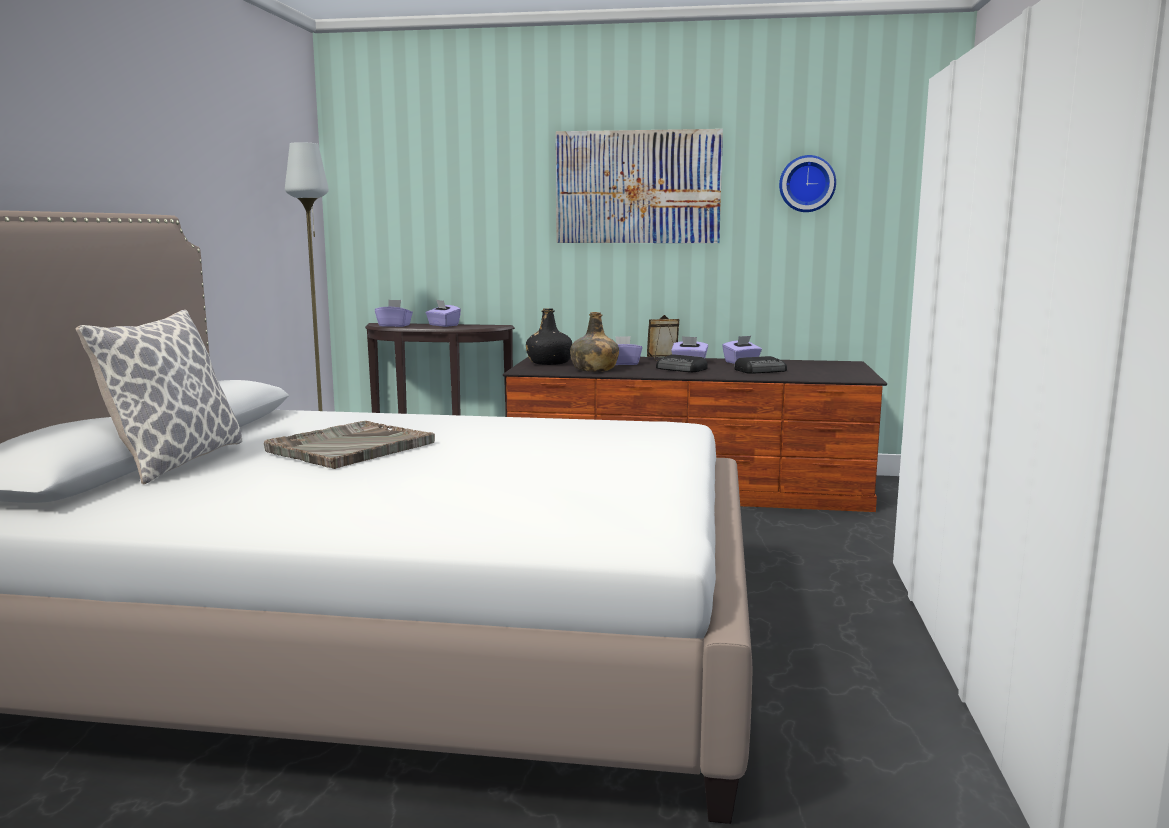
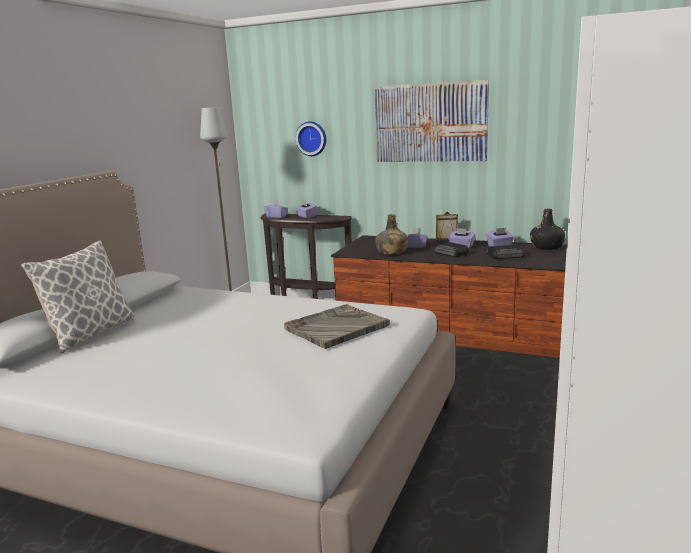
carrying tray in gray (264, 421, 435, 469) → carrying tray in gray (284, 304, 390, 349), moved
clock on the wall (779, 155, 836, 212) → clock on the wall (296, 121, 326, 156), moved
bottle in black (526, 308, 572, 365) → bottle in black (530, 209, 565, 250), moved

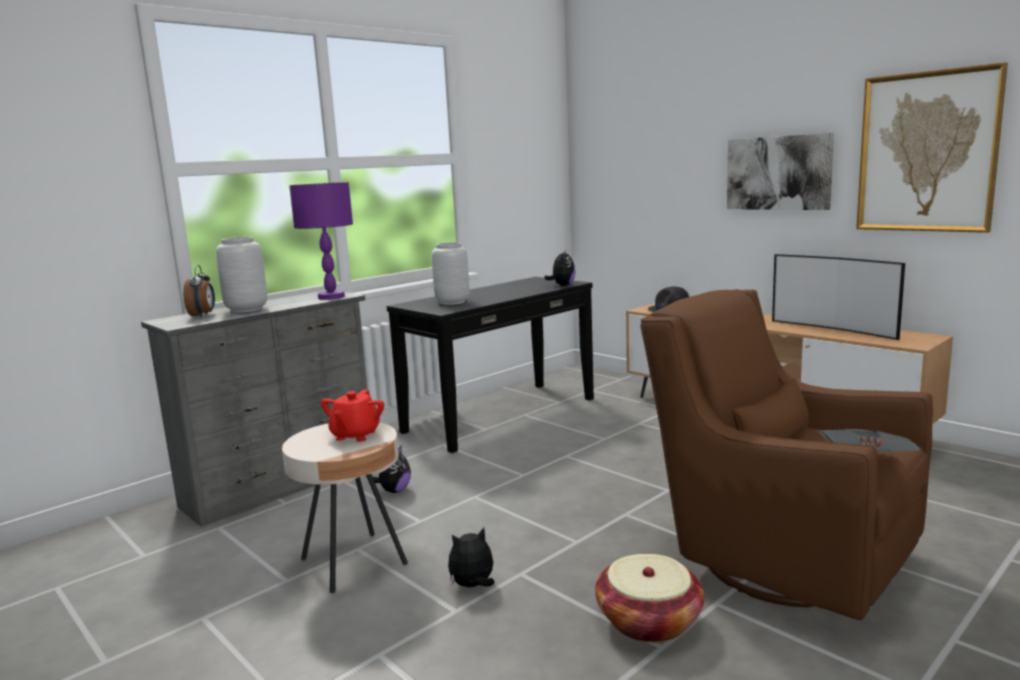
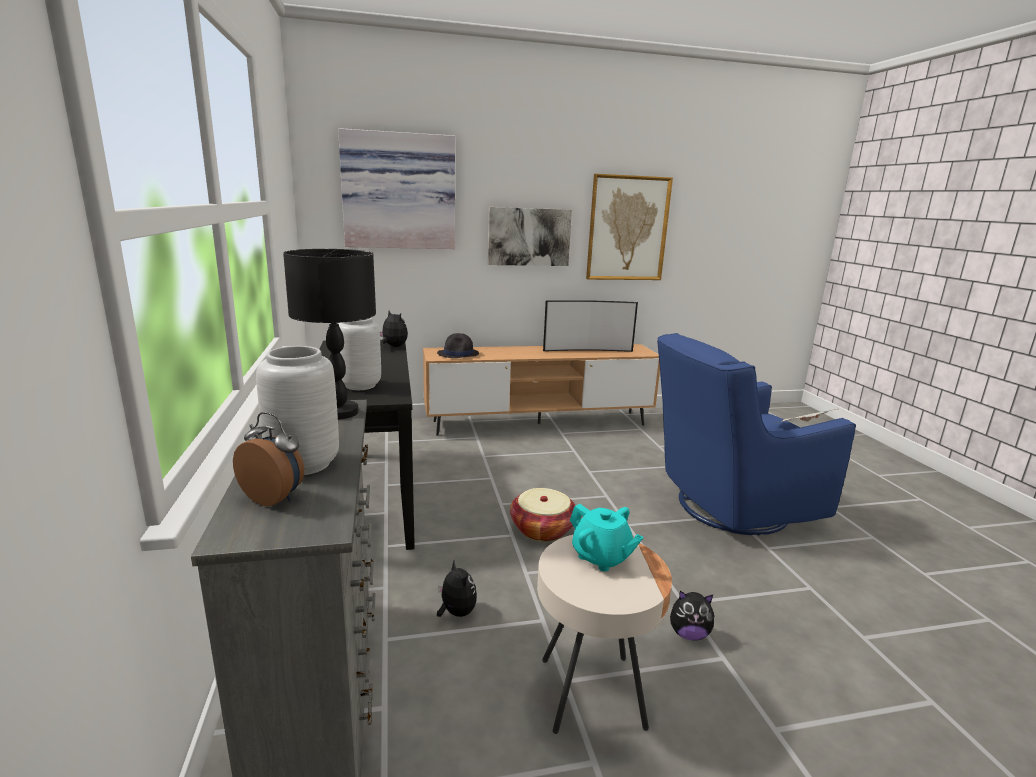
table lamp in purplish (289, 182, 353, 300) → table lamp in black (283, 249, 376, 419)
- → wall picture (338, 128, 455, 249)
storage basket (595, 554, 704, 643) → storage basket (510, 488, 576, 542), moved
tea pot in red-coloured (321, 390, 384, 442) → tea pot in blue-green (570, 504, 644, 572)
lounge chair in brown (640, 289, 933, 620) → lounge chair in blue-coloured (657, 333, 856, 535)
plush toy (448, 527, 495, 587) → plush toy (670, 591, 715, 641), 90 degrees counterclockwise

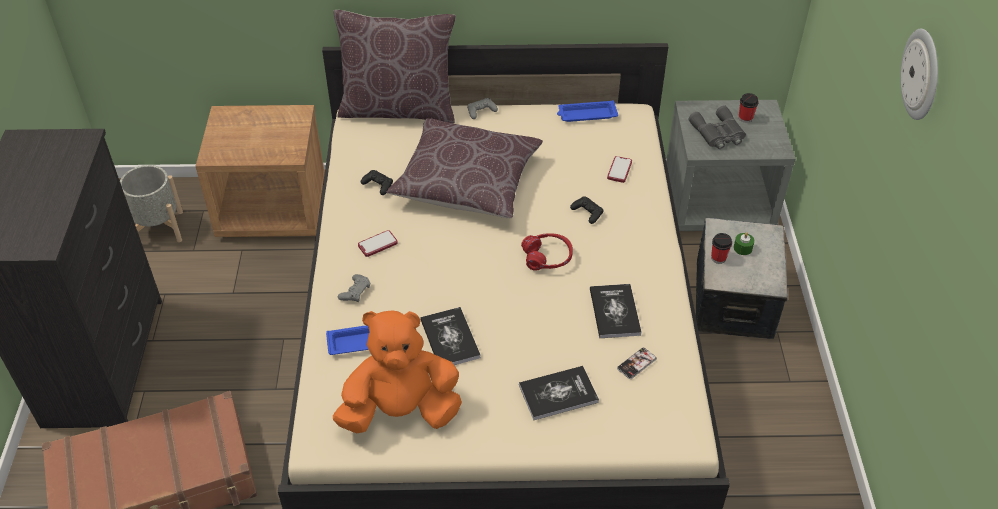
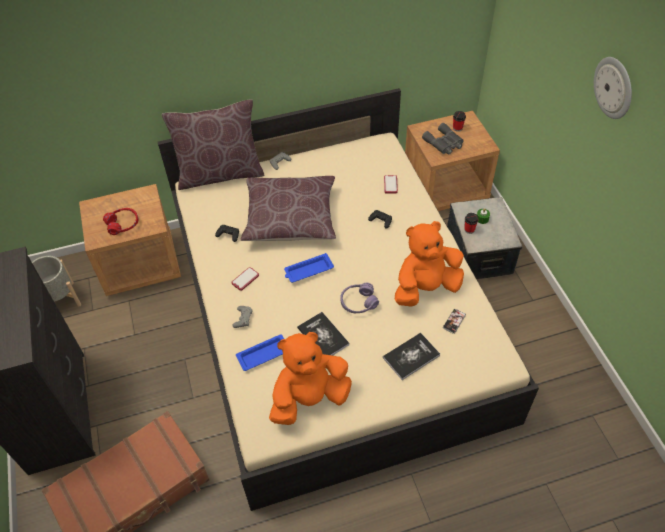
pair of headphones in red-coloured (521, 233, 573, 271) → pair of headphones in red-coloured (103, 208, 139, 235), moved
carrying tray in blue-coloured (557, 100, 618, 122) → carrying tray in blue-coloured (284, 253, 334, 283), moved
- → pair of headphones in purplish (340, 283, 379, 313)
volume (590, 284, 642, 338) → plush toy in orange (395, 221, 464, 307)
bedside table in gray (666, 100, 795, 231) → bedside table in brown (405, 111, 500, 211)

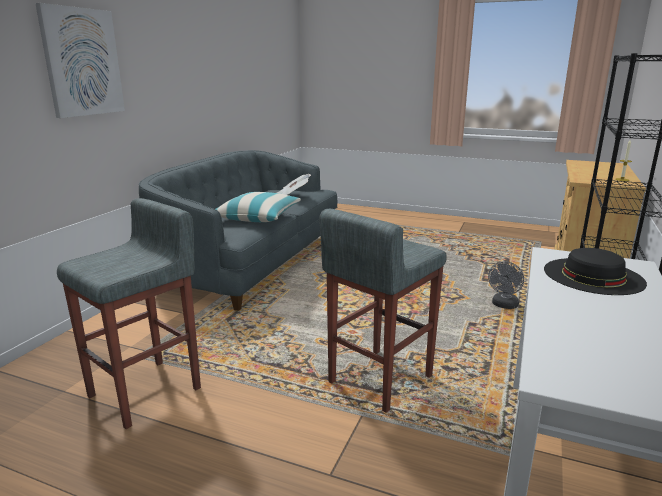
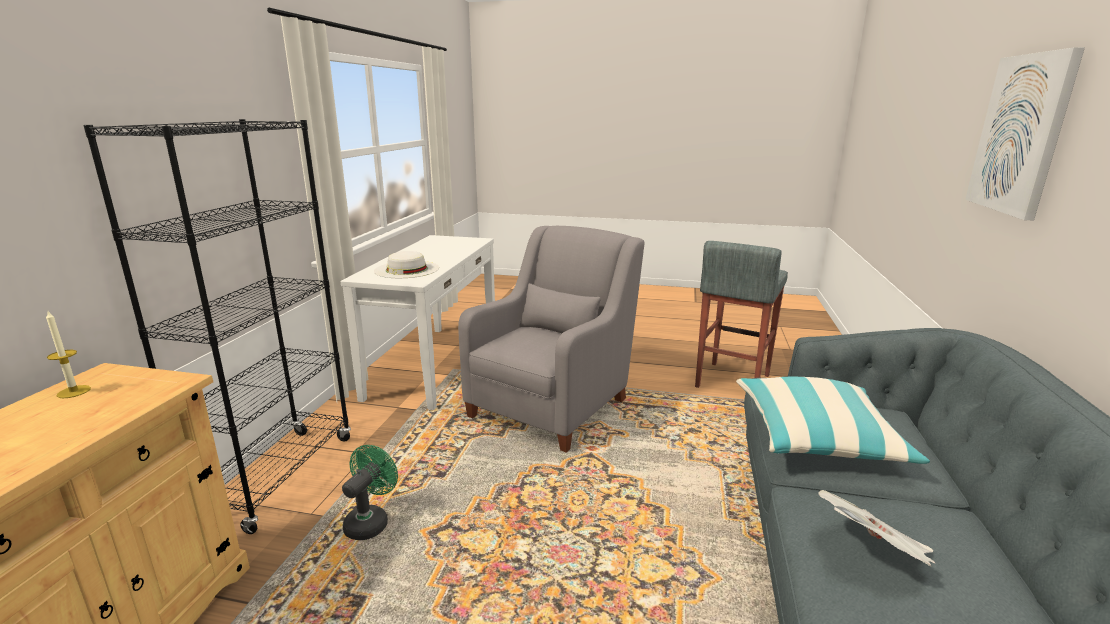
electric fan in gray (488, 261, 524, 309) → electric fan in green-coloured (342, 445, 398, 540)
hat in black (544, 248, 647, 295) → hat in whitish (374, 251, 439, 278)
stool in gray (319, 209, 447, 413) → lounge chair in gray (458, 226, 644, 453)

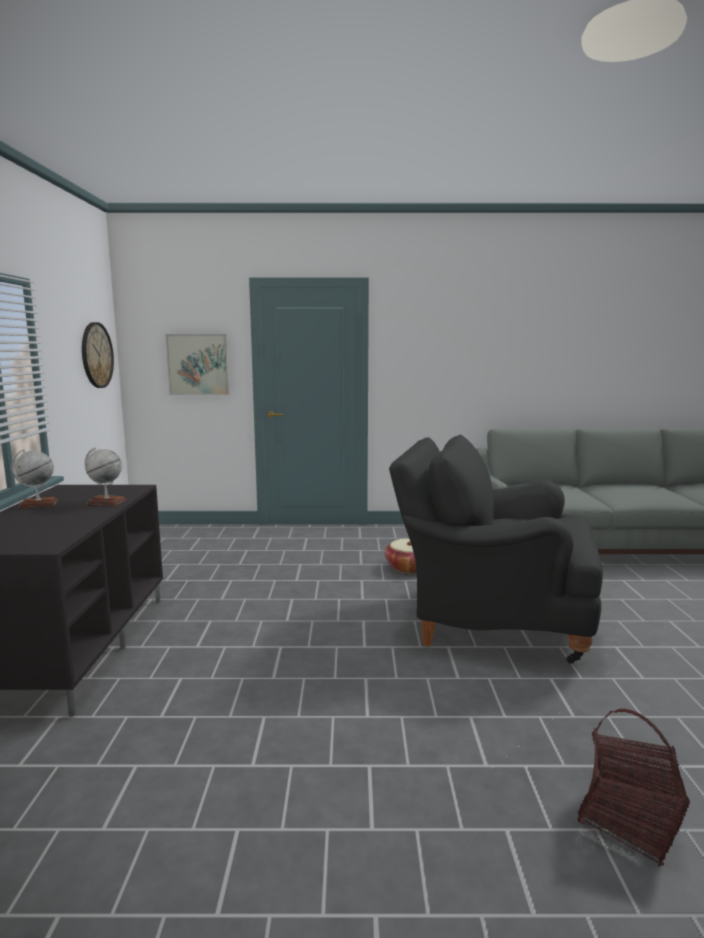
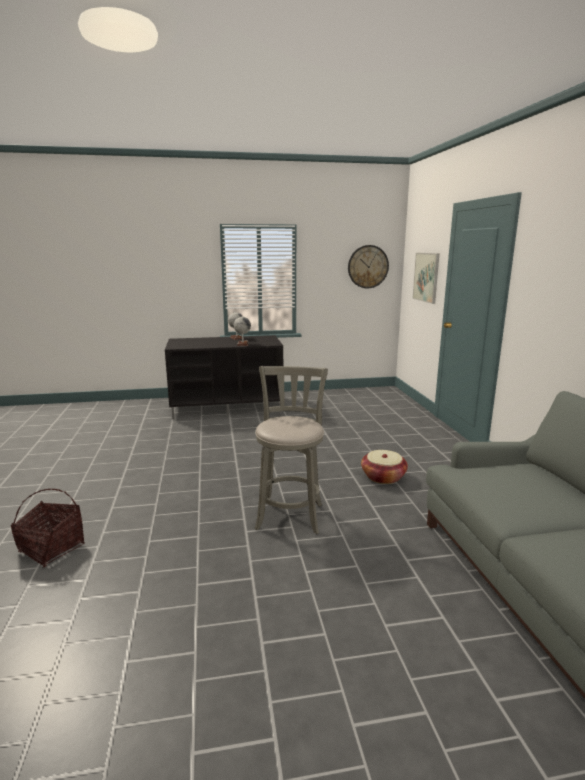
lounge chair in black (389, 434, 603, 664) → stool in gray (255, 366, 328, 534)

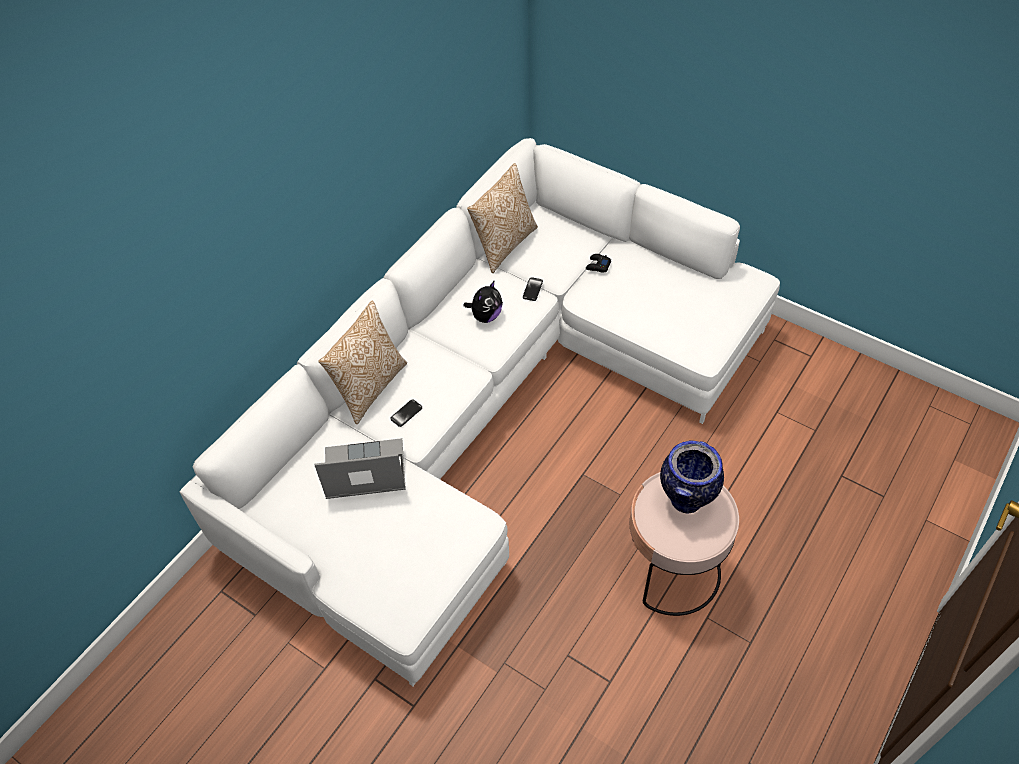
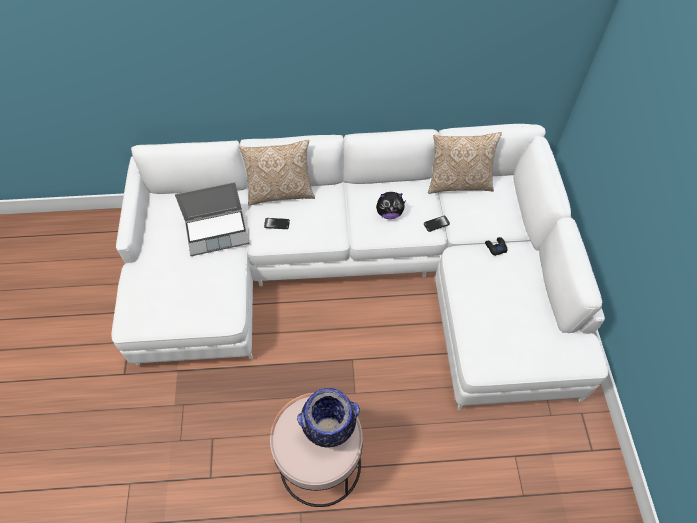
portable computer (314, 438, 406, 499) → portable computer (175, 182, 249, 256), 120 degrees clockwise

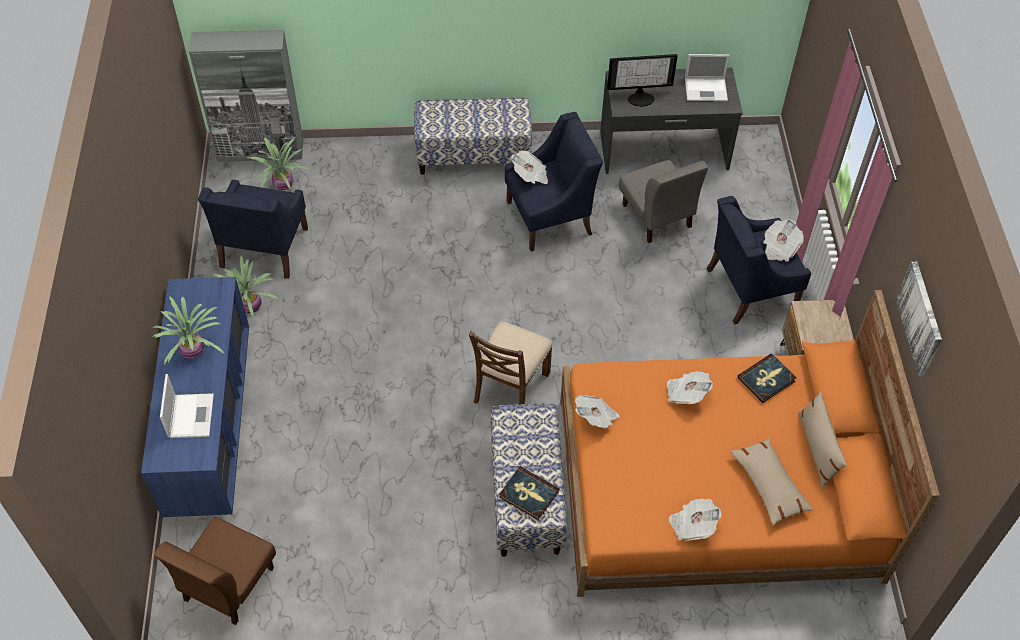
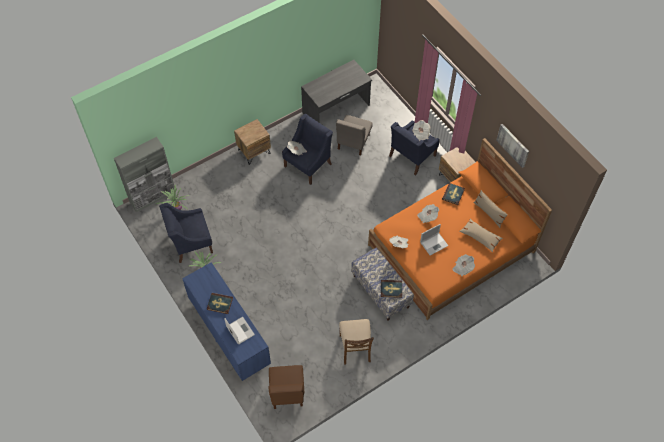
lounge chair in blue-coloured (198, 180, 308, 279) → lounge chair in blue-coloured (159, 203, 213, 263), 90 degrees clockwise
plant in a pot (152, 296, 225, 364) → volume (207, 293, 233, 314)
bench (414, 97, 532, 175) → bedside table in brown (234, 119, 271, 165)
upright chair in gray (619, 160, 708, 243) → upright chair in gray (336, 115, 373, 155), 75 degrees clockwise
upright chair in brown (469, 321, 553, 404) → upright chair in brown (339, 319, 374, 365), moved
portable computer (685, 54, 729, 101) → portable computer (420, 224, 449, 256), moved
computer screen (607, 54, 678, 107) → -

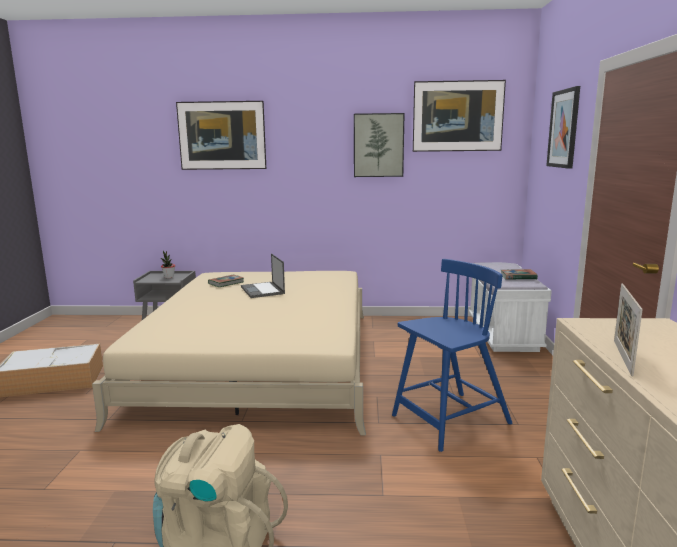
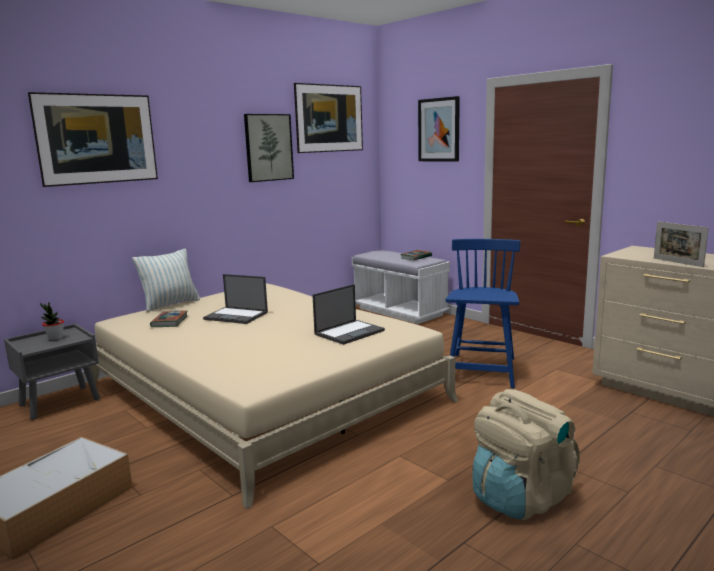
- → pillow (133, 249, 200, 312)
- → portable computer (312, 284, 385, 345)

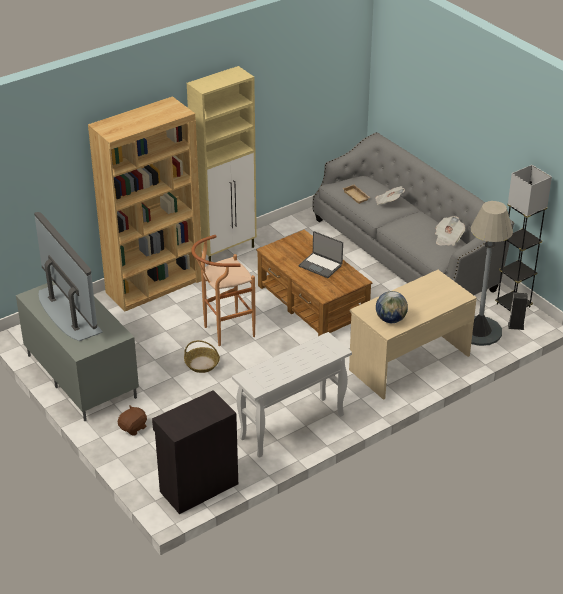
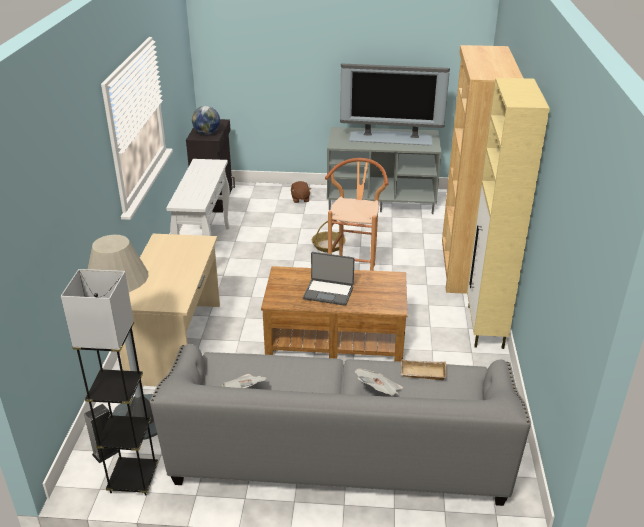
world globe (376, 291, 408, 323) → world globe (192, 106, 220, 135), moved
portable computer (299, 231, 343, 278) → portable computer (303, 252, 354, 306), 150 degrees counterclockwise

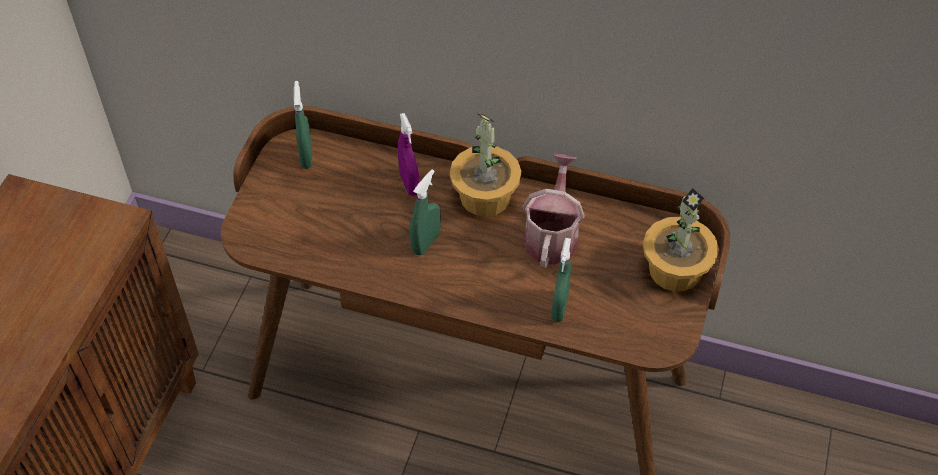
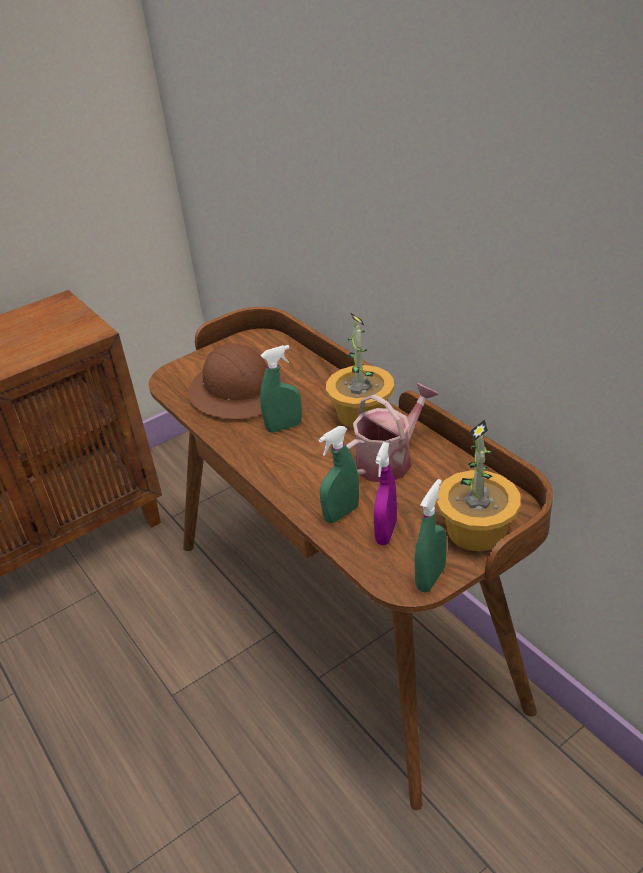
- → safety helmet in brown (188, 343, 288, 419)
spray bottle in purplish (398, 113, 419, 196) → spray bottle in purplish (374, 442, 397, 545), moved
spray bottle in green-coloured (294, 81, 312, 169) → spray bottle in green-coloured (415, 479, 447, 592), moved

